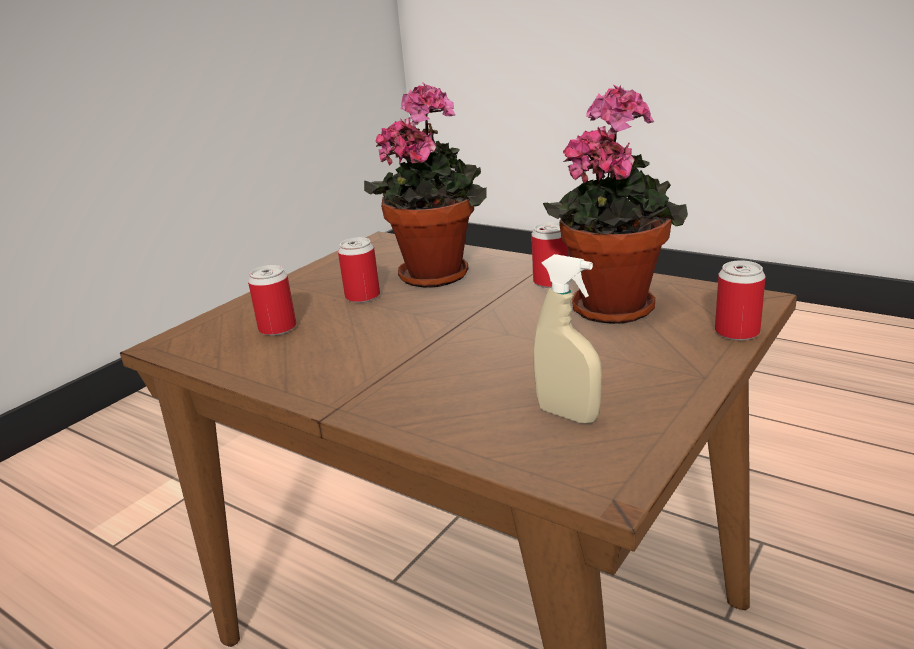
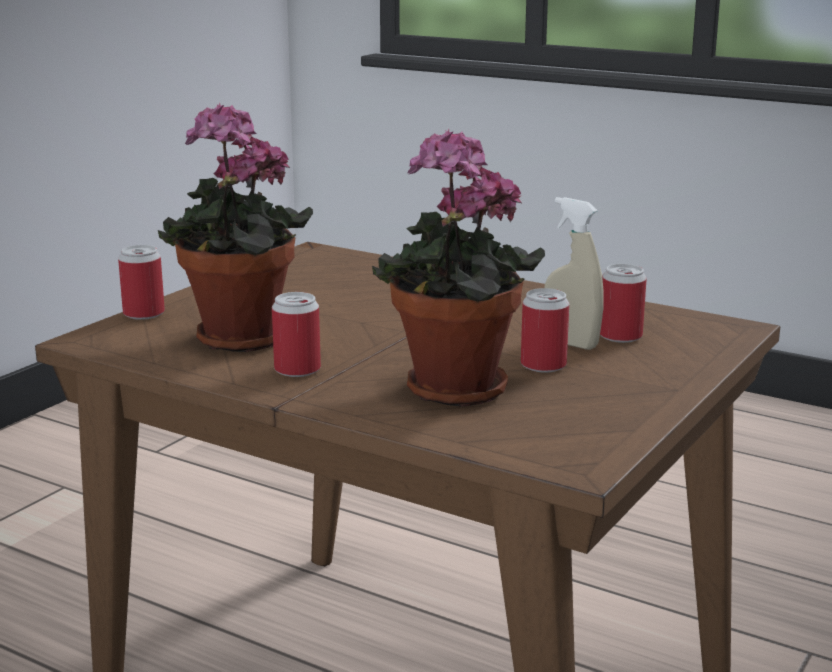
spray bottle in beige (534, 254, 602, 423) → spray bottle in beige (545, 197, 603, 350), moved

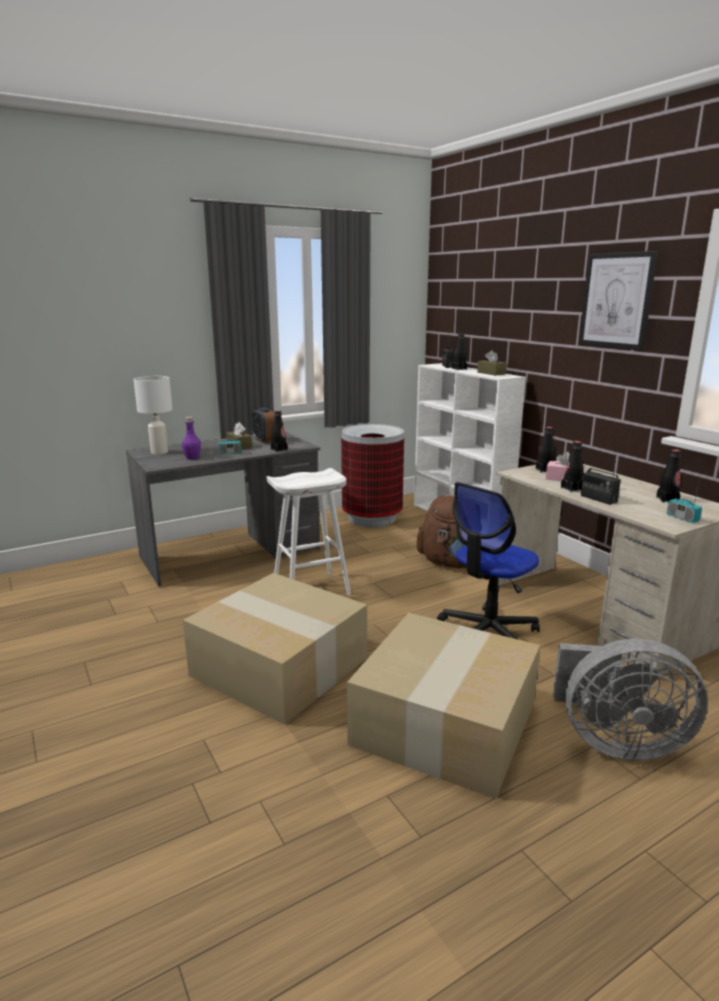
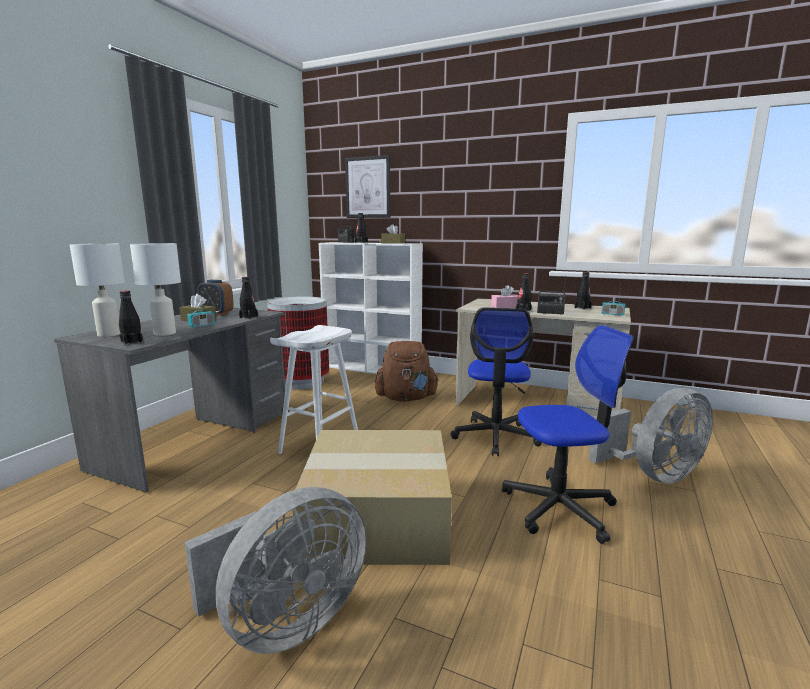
bottle in black (536, 427, 555, 473) → bottle in black (119, 291, 143, 345), moved
bottle in purplish (182, 417, 201, 460) → table lamp in whitish (130, 243, 181, 336)
- → electric fan in gray (184, 487, 367, 654)
wall picture (579, 251, 658, 351) → wall picture (345, 155, 390, 218), moved
packing box (347, 613, 540, 799) → desk chair (502, 325, 633, 544)

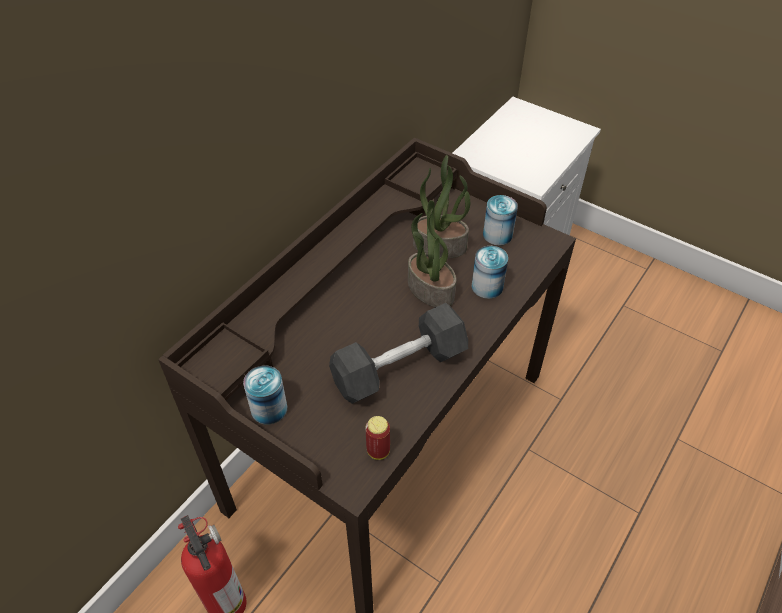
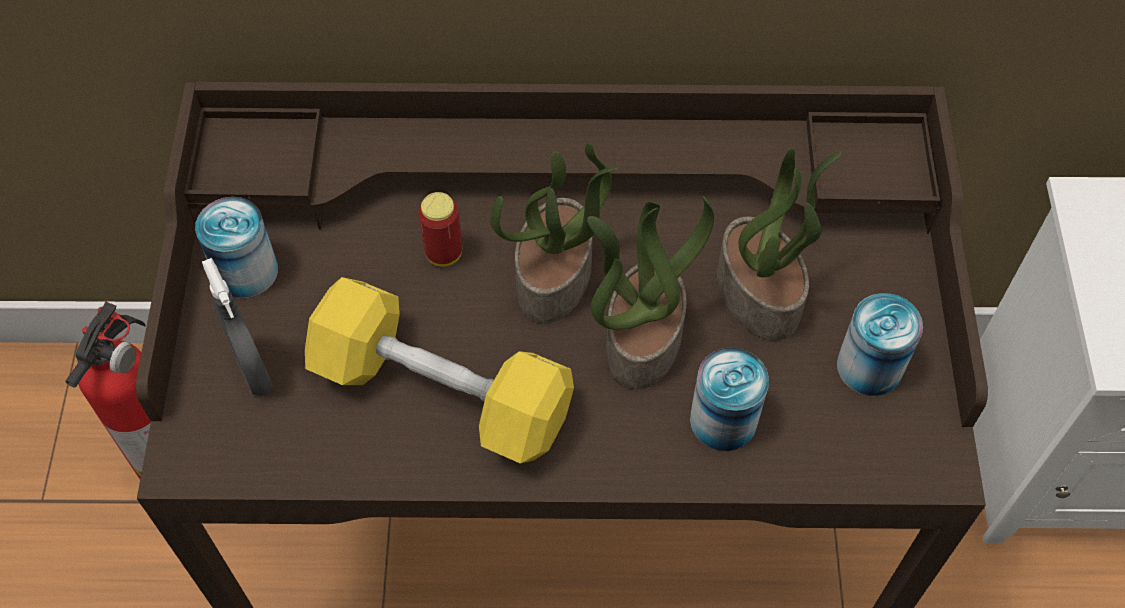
- → spray bottle in gray (202, 258, 273, 396)
hand weight in black (329, 303, 468, 404) → hand weight in yellow (305, 277, 574, 464)
sealed can (365, 416, 390, 460) → sealed can (418, 192, 462, 266), moved
- → plant in a pot (490, 143, 619, 323)

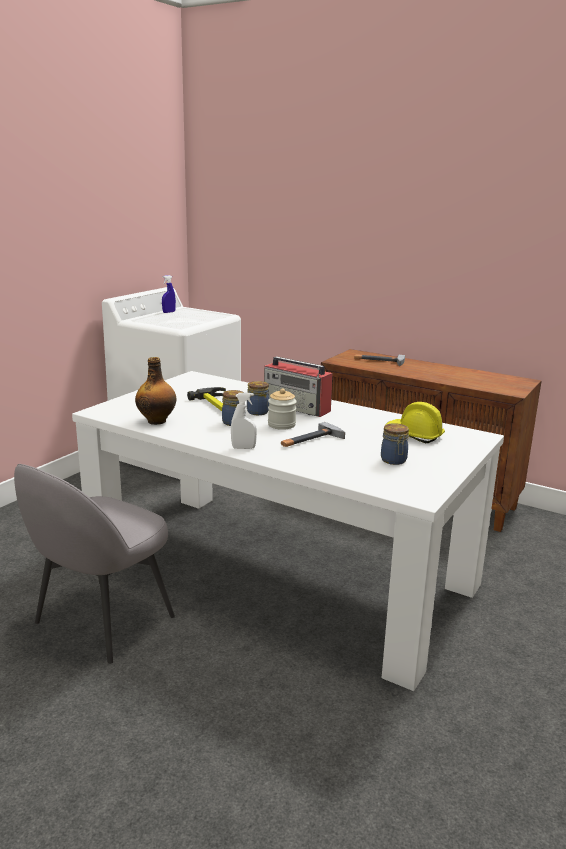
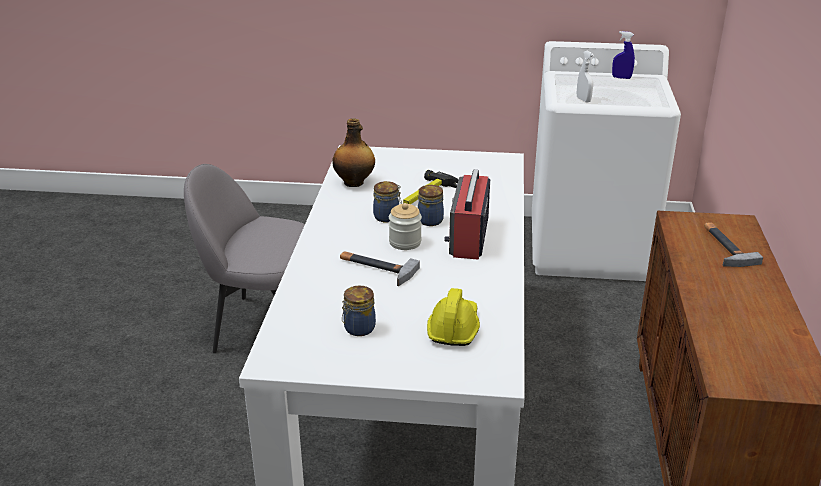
spray bottle in whitish (231, 393, 257, 449) → spray bottle in whitish (577, 51, 594, 102), moved

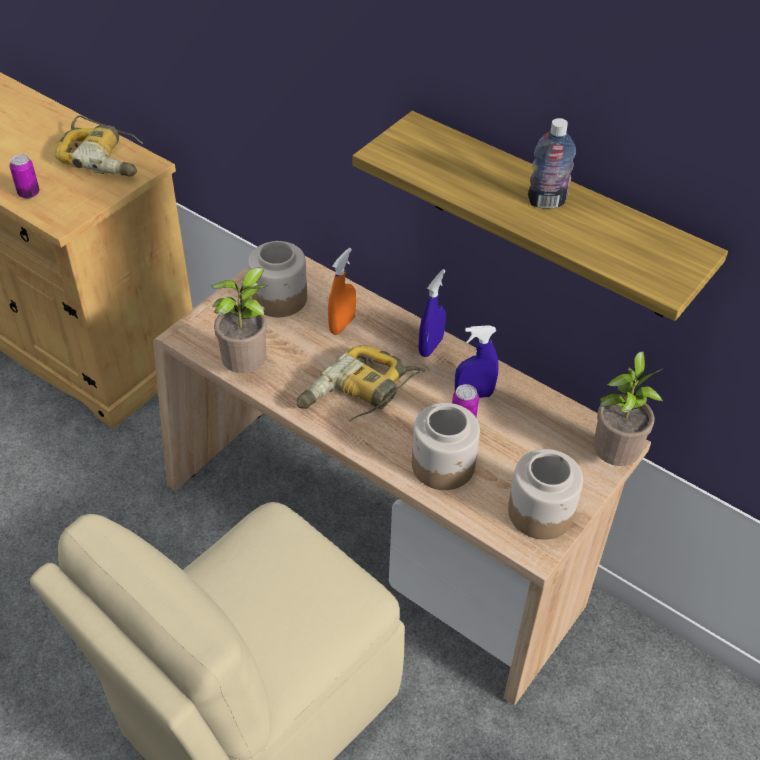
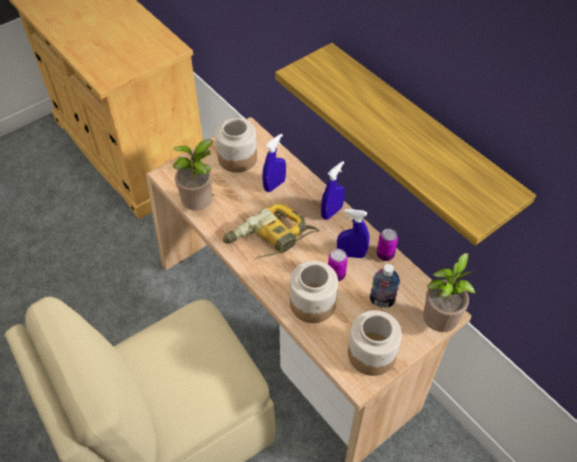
spray bottle in orange (328, 248, 356, 335) → spray bottle in blue-coloured (262, 134, 286, 192)
bottle (528, 118, 576, 209) → bottle (370, 264, 400, 308), moved
sealed can (10, 154, 39, 199) → sealed can (377, 229, 398, 261), moved
power drill (55, 116, 143, 177) → -

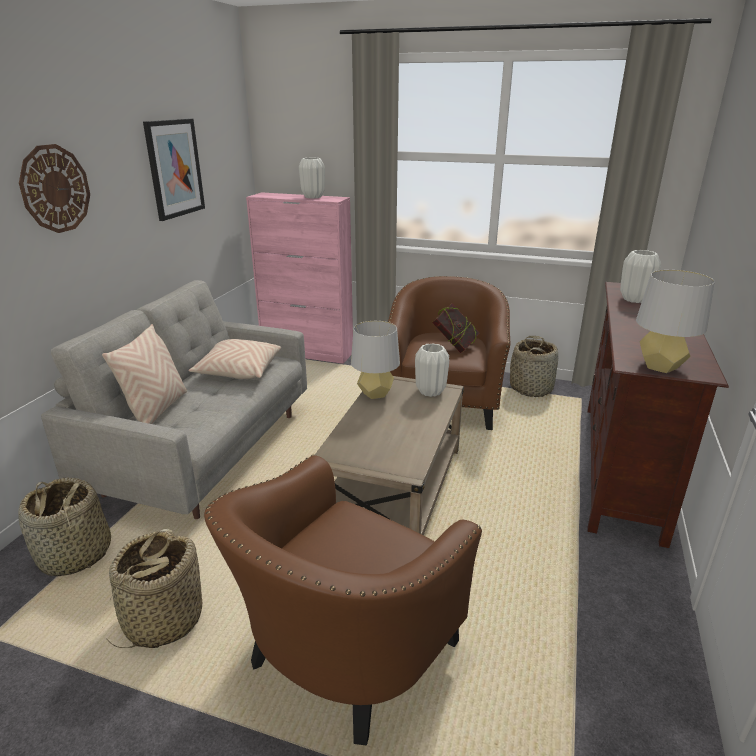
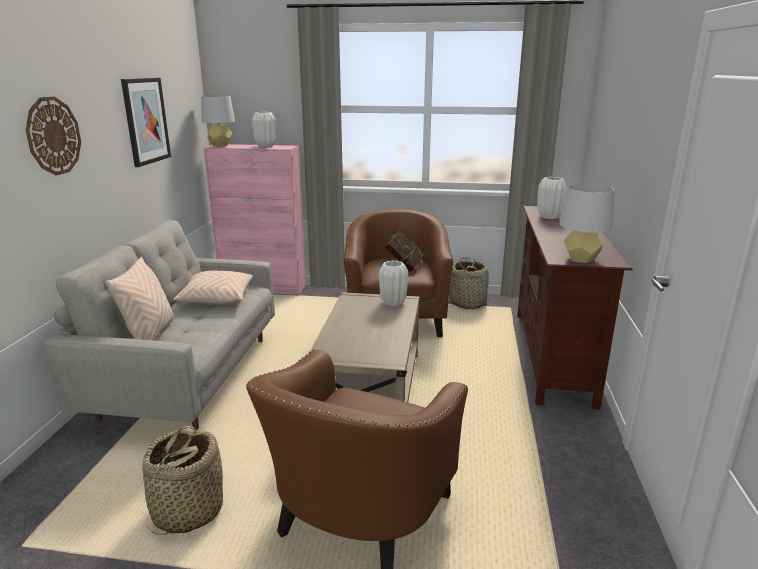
table lamp in gray (351, 321, 400, 399) → table lamp in gray (201, 95, 235, 147), moved
storage basket (18, 477, 111, 576) → -

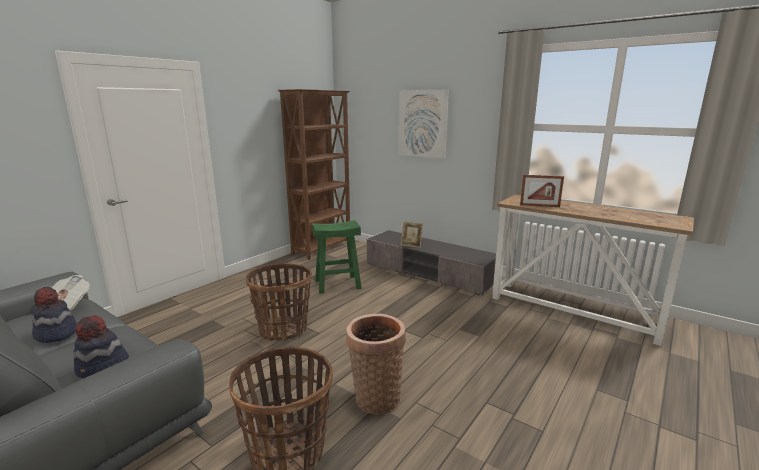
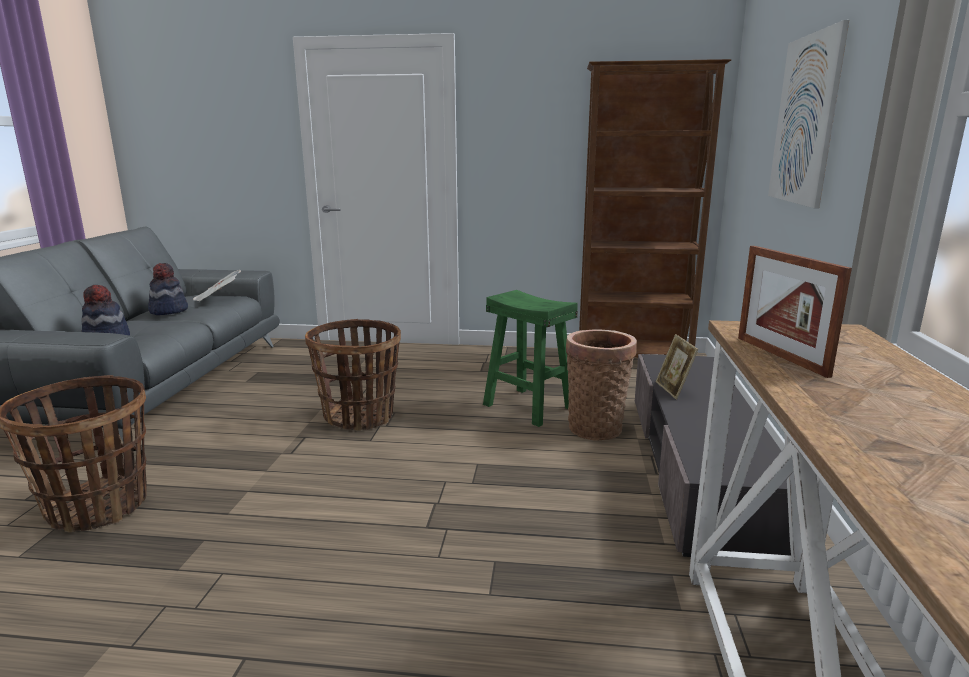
storage basket (346, 314, 406, 415) → storage basket (566, 330, 637, 441), moved

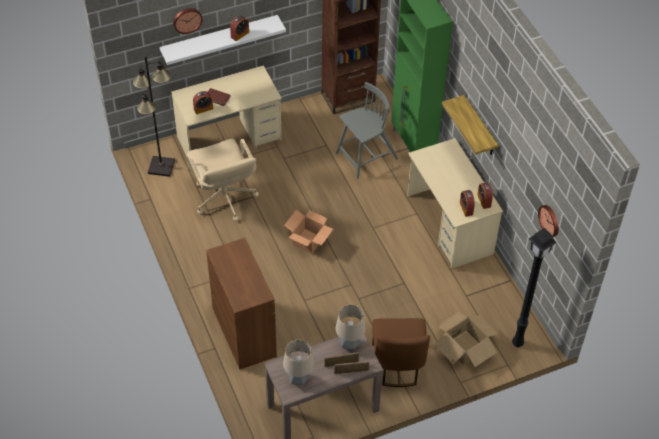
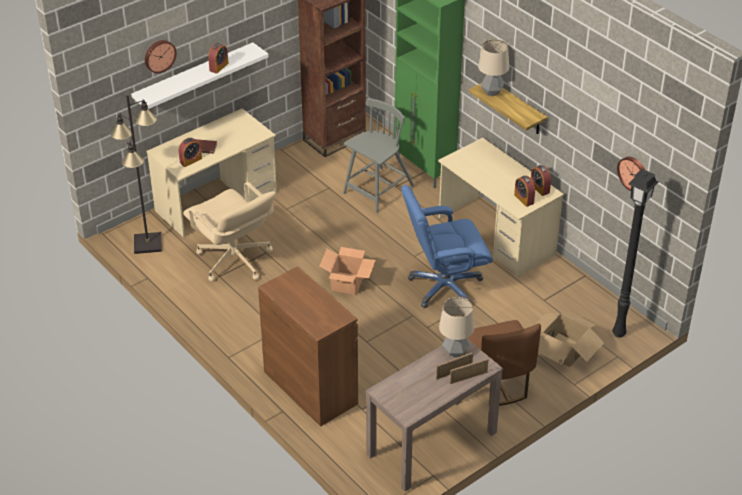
- → desk chair in blue-coloured (401, 185, 493, 308)
table lamp (283, 340, 314, 385) → table lamp (478, 39, 509, 96), moved

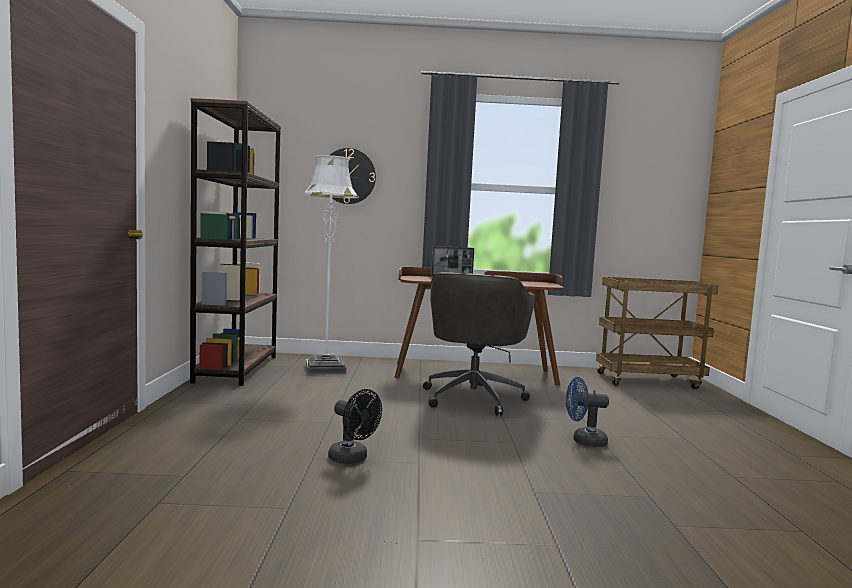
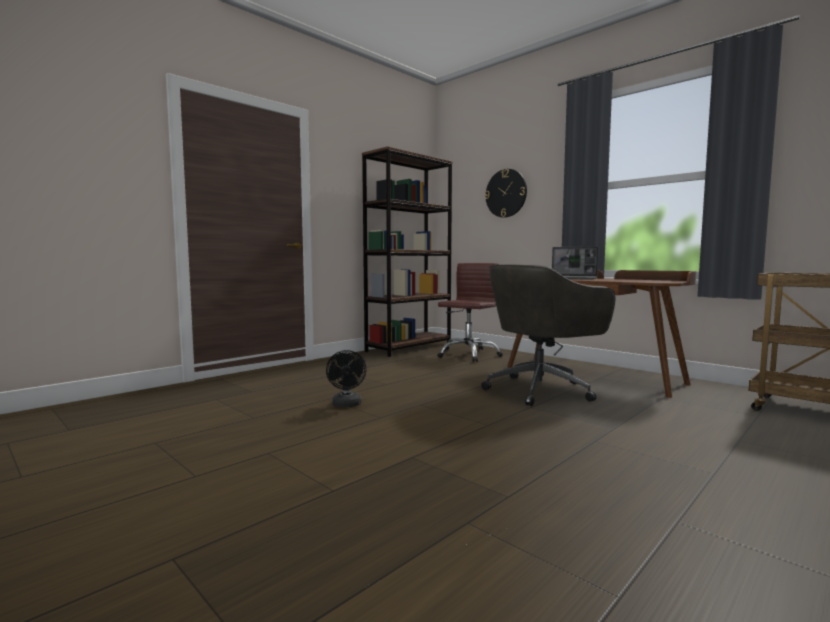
standard lamp in whitish (303, 155, 359, 374) → desk chair in brown (437, 263, 503, 362)
electric fan in blue-coloured (566, 377, 609, 447) → -

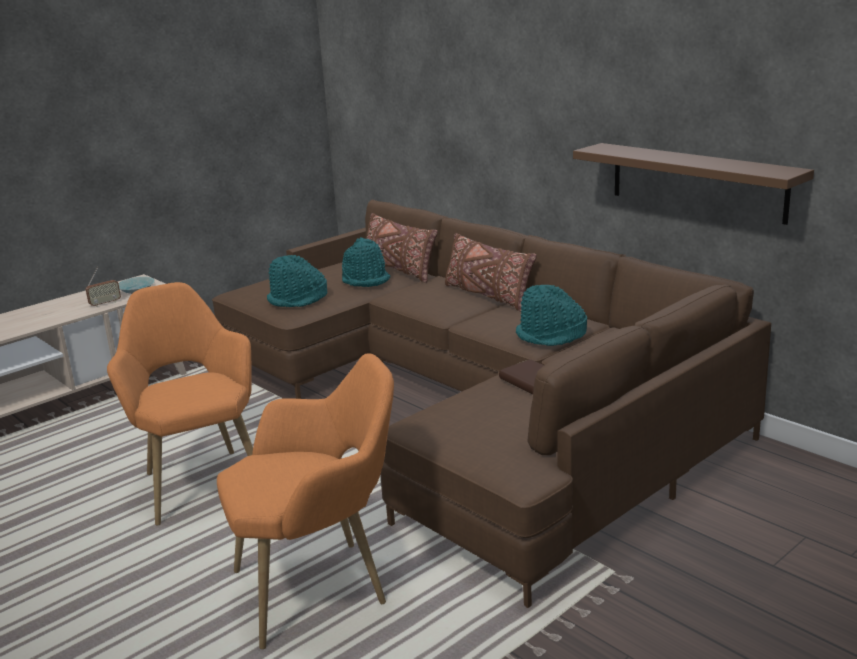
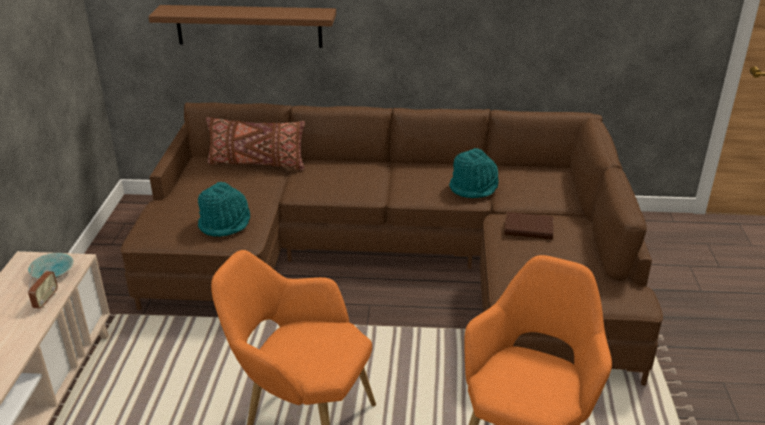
shelf in brown (573, 143, 814, 225) → shelf in brown (148, 5, 336, 48), moved
hat in blue-green (342, 237, 391, 287) → -
pillow in brown (445, 233, 537, 312) → -

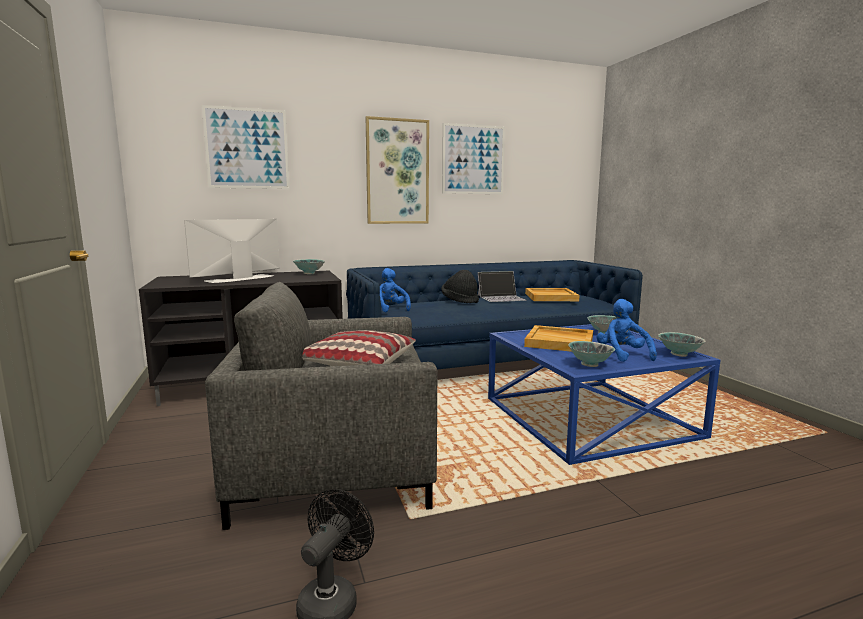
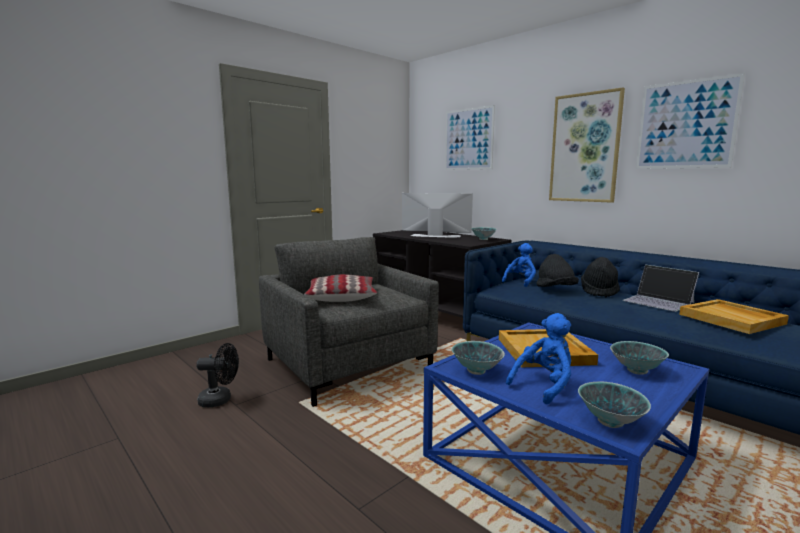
- → hat in black (536, 254, 579, 287)

